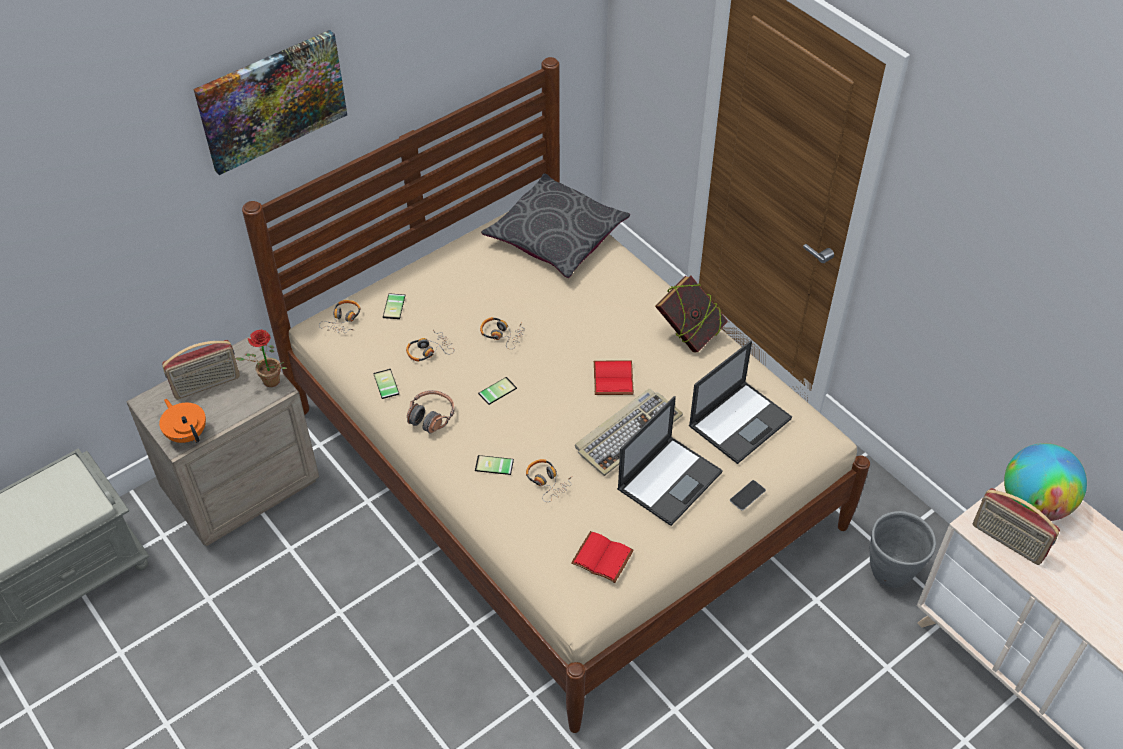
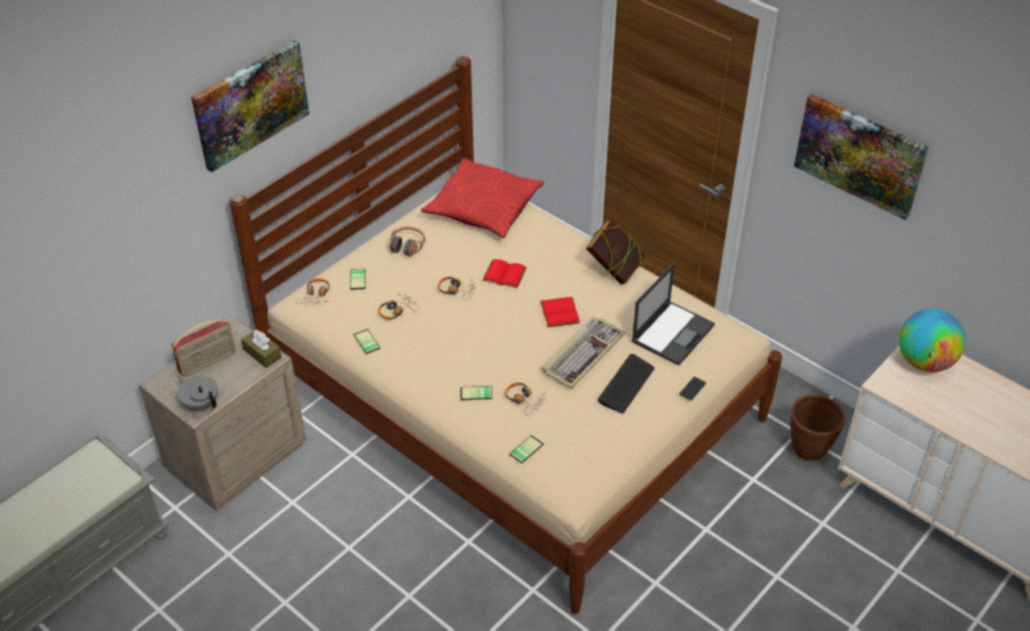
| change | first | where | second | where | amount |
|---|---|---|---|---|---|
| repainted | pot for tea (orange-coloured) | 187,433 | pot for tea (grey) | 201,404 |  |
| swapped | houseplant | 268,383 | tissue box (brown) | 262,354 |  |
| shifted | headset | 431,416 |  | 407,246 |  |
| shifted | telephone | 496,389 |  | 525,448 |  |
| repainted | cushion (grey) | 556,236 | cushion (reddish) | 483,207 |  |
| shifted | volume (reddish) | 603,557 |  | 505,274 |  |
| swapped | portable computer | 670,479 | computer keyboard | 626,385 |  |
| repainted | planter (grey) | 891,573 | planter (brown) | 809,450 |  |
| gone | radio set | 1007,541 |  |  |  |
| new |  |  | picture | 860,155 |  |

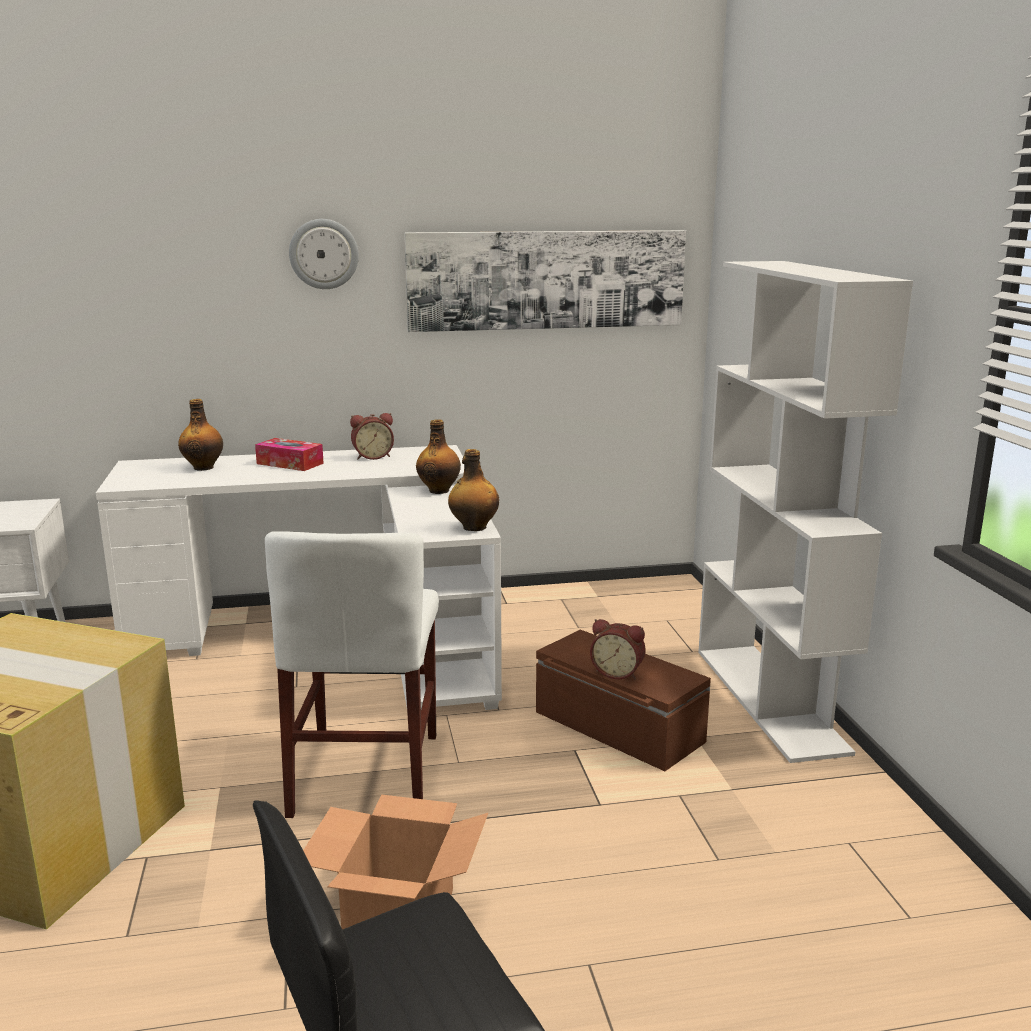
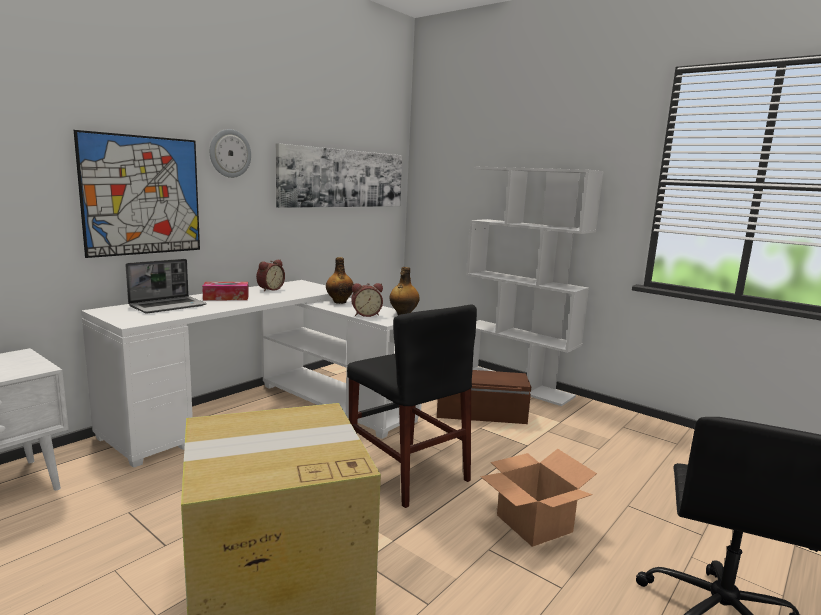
| change | first | where | second | where | amount |
|---|---|---|---|---|---|
| swapped | drink bottle | 203,467 | portable computer | 168,306 |  |
| repainted | plain chair (white) | 366,773 | plain chair (black-coloured) | 407,471 |  |
| shifted | table clock | 617,672 |  | 366,314 |  |
| new |  |  | picture | 142,195 |  |

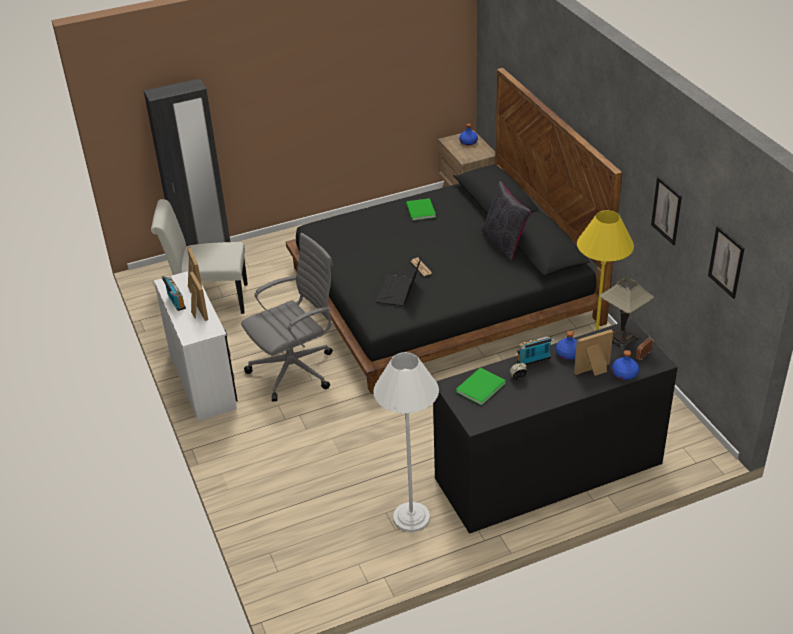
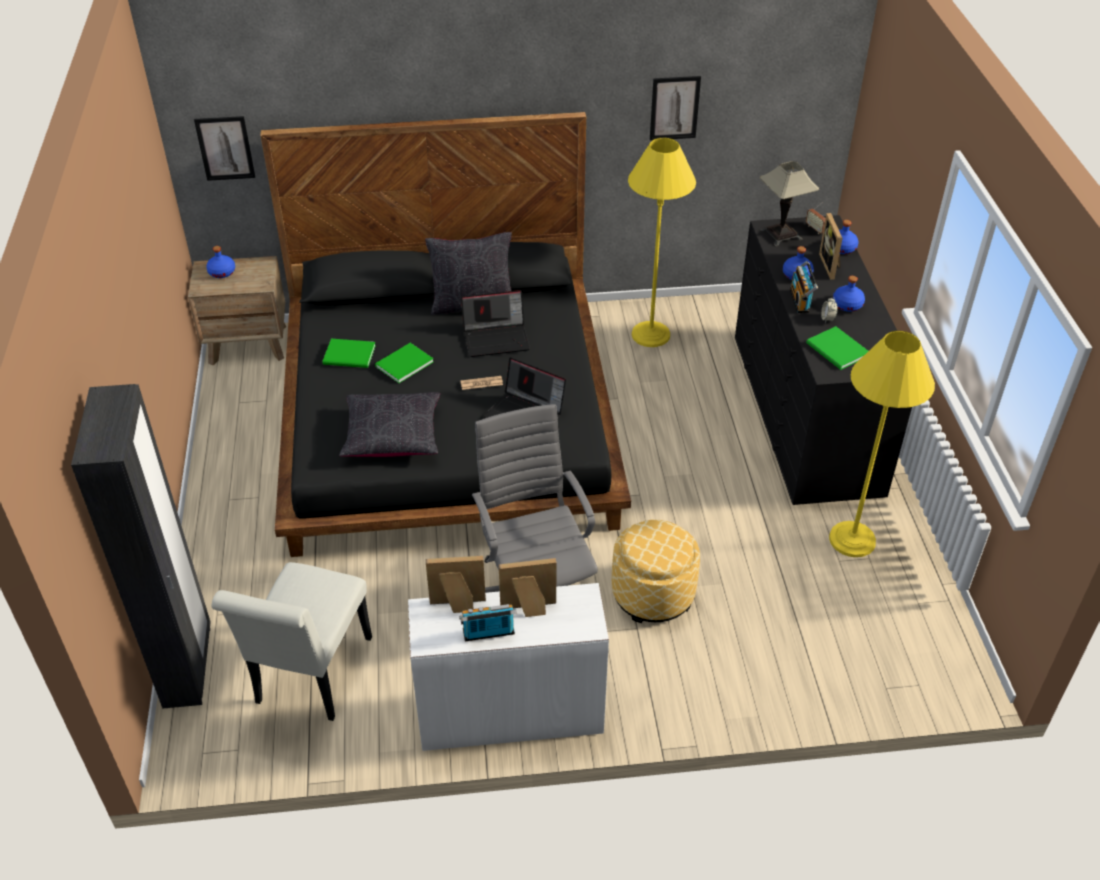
| change | first | where | second | where | amount |
|---|---|---|---|---|---|
| repainted | standing lamp (white) | 411,517 | standing lamp (yellow-coloured) | 852,539 |  |
| shifted | picture | 726,262 |  | 225,148 |  |
| new |  |  | cushion (black-coloured) | 392,436 |  |
| new |  |  | volume (greenish) | 402,364 |  |
| new |  |  | portable computer | 497,338 |  |
| new |  |  | ottoman | 653,593 |  |
| new |  |  | drink bottle (blue) | 847,305 |  |

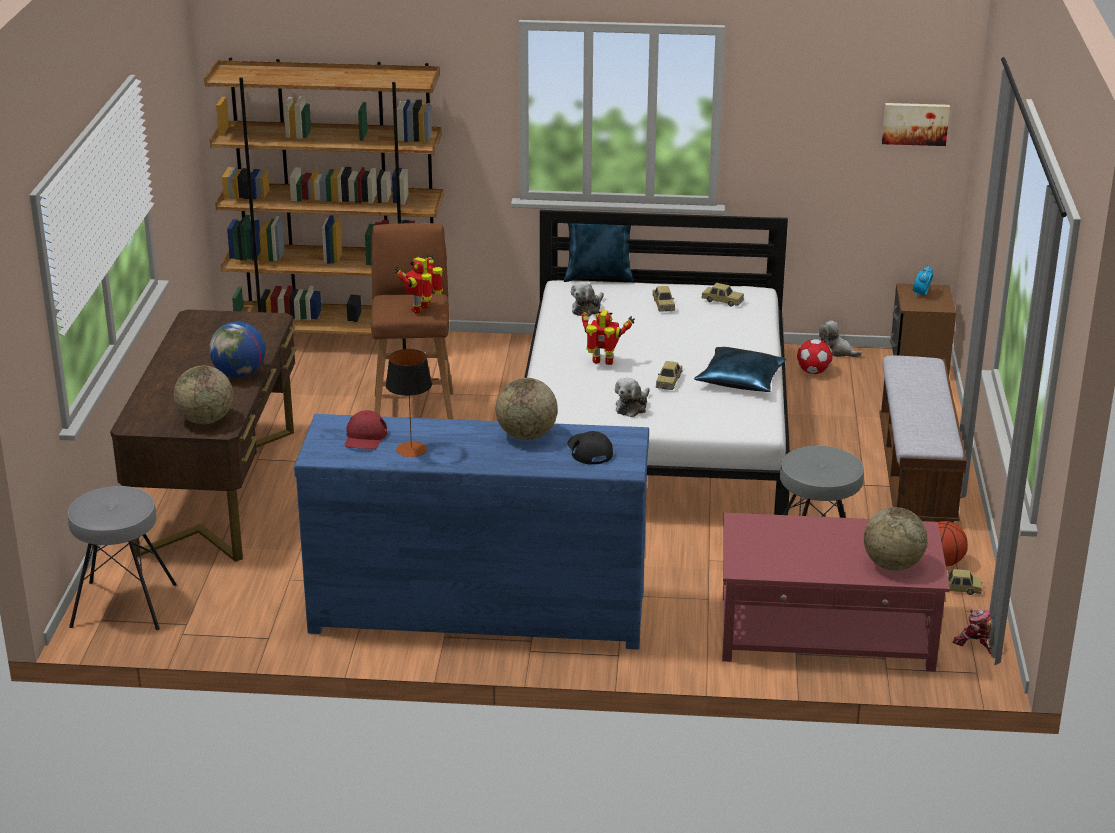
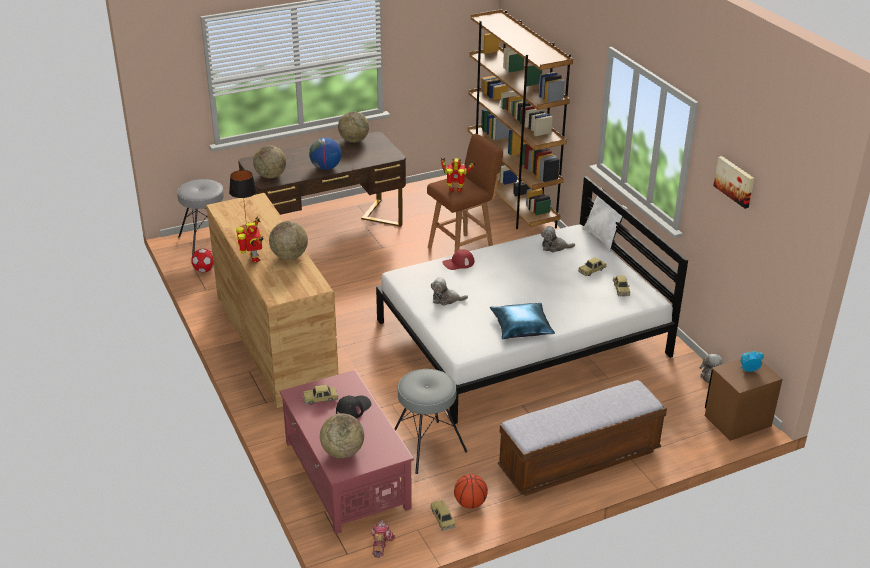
| change | first | where | second | where | amount |
|---|---|---|---|---|---|
| repainted | drawer chest (blue) | 477,610 | drawer chest (brown) | 275,341 |  |
| shifted | peaked cap (reddish) | 365,437 |  | 458,263 |  |
| repainted | cushion (blue) | 599,277 | cushion (white) | 603,238 |  |
| shifted | peaked cap (black-coloured) | 589,450 |  | 353,408 |  |
| shifted | robot figure | 603,363 |  | 253,259 |  |
| shifted | model car | 669,381 |  | 320,399 |  |
| shifted | ball for football | 813,372 |  | 204,270 |  |
| shifted | picture | 915,123 |  | 735,181 |  |
| new |  |  | world globe | 353,140 |  |

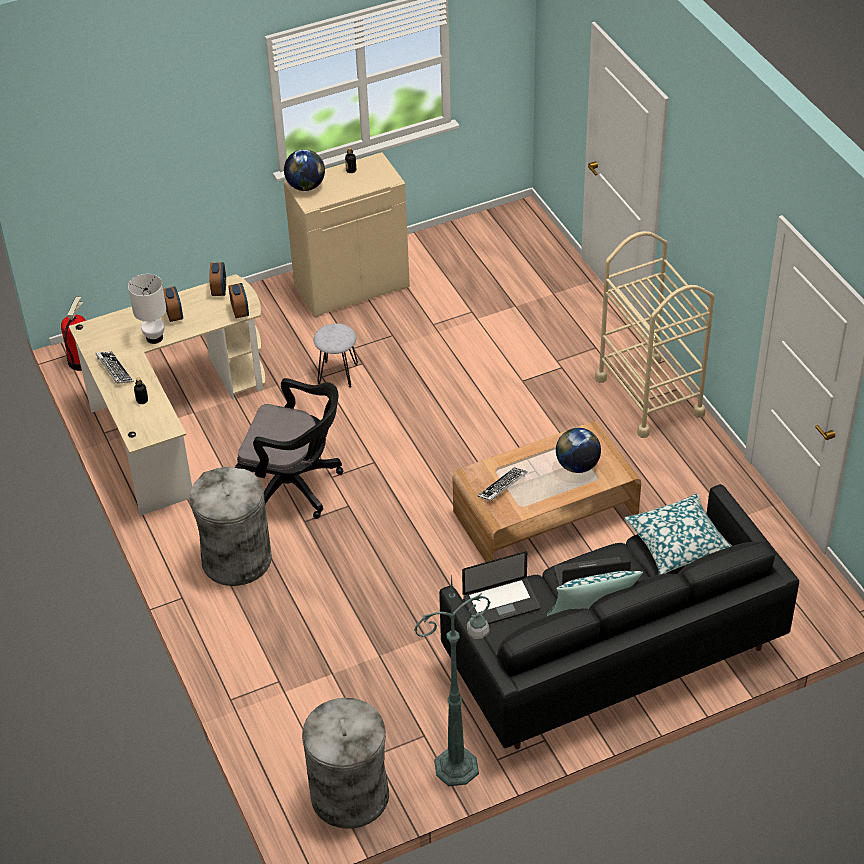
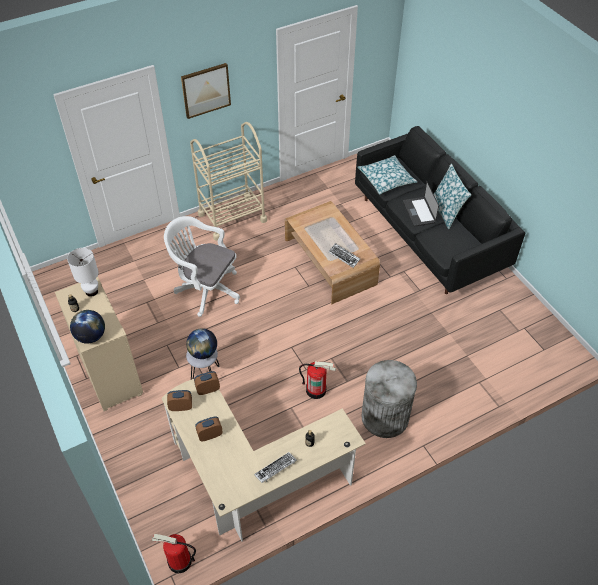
| change | first | where | second | where | amount |
|---|---|---|---|---|---|
| shifted | lamp for a table (white) | 154,338 |  | 92,291 |  |
| swapped | desk chair (black-coloured) | 295,486 | extinguisher | 316,390 |  |
| gone | waste bin (grey) | 350,795 |  |  |  |
| gone | standing lamp (greenish) | 459,766 |  |  |  |
| gone | portable computer | 501,603 |  |  |  |
| shifted | world globe | 577,466 |  | 203,352 |  |
| new |  |  | desk chair (white) | 205,289 |  |
| new |  |  | picture | 206,90 |  |

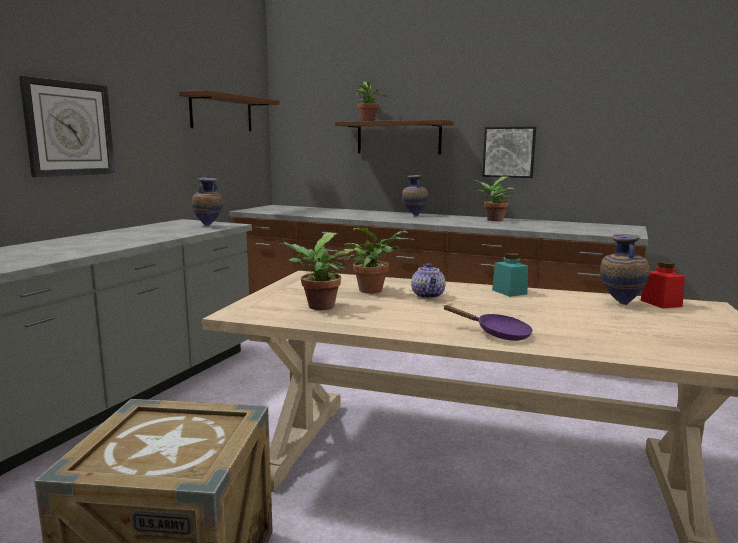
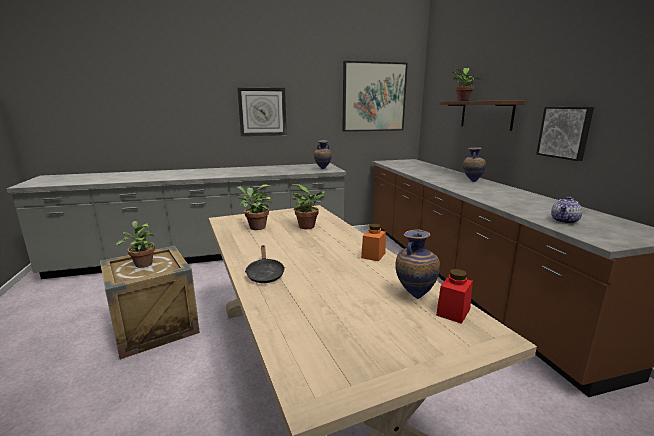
| change | first | where | second | where | amount |
|---|---|---|---|---|---|
| swapped | bracket shelf (brown) | 221,113 | picture | 374,97 |  |
| shifted | pot for tea | 428,296 |  | 565,221 |  |
| repainted | pan (purple-coloured) | 497,334 | pan (black-coloured) | 265,274 |  |
| shifted | houseplant | 493,220 |  | 142,264 |  |
| repainted | jar (turquoise) | 509,292 | jar (orange-coloured) | 373,255 |  |

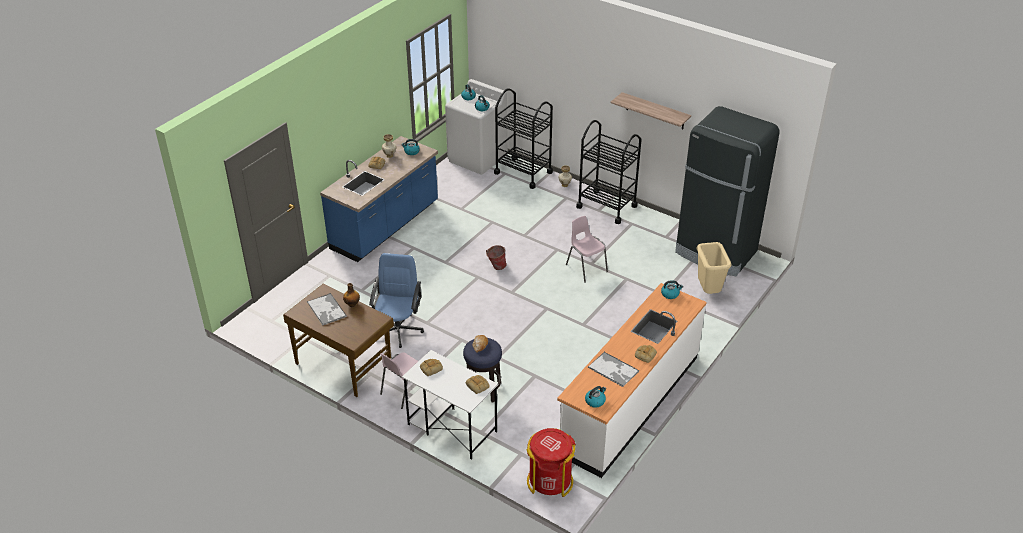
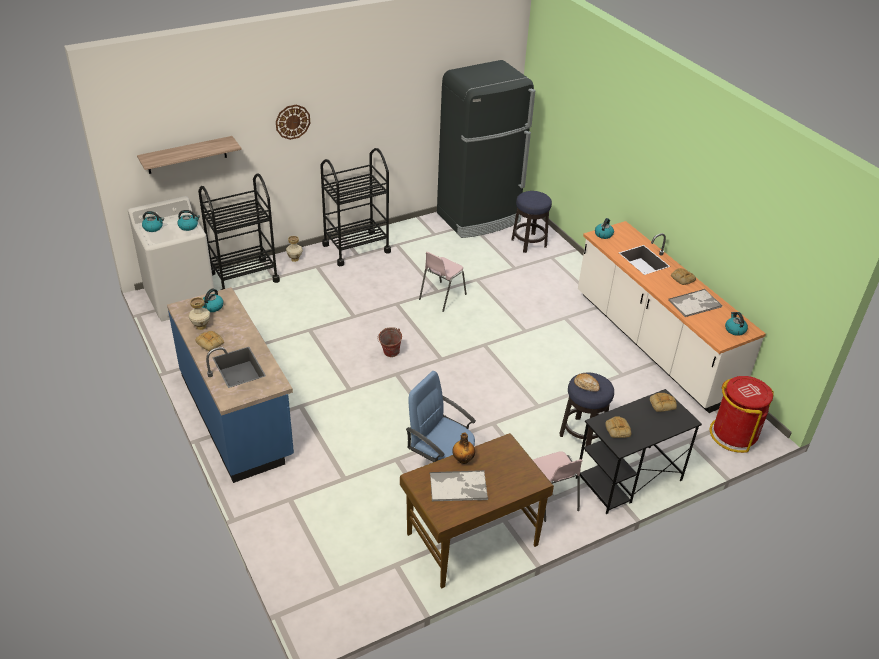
| change | first | where | second | where | amount |
|---|---|---|---|---|---|
| repainted | desk unit (white) | 451,427 | desk unit (black-coloured) | 628,479 |  |
| rotated | plain chair (pink-coloured) | 586,268 |  | 441,297 | 45 degrees counterclockwise |
| shifted | bracket shelf | 655,111 |  | 187,155 |  |
| swapped | waste bin (sand-coloured) | 708,291 | stool | 529,243 |  |
| new |  |  | wall clock | 292,121 |  |

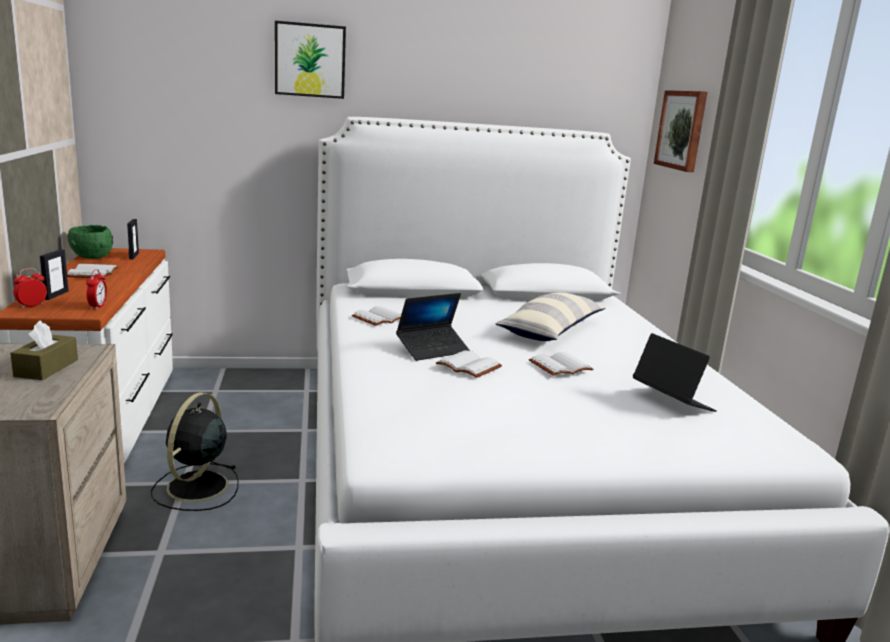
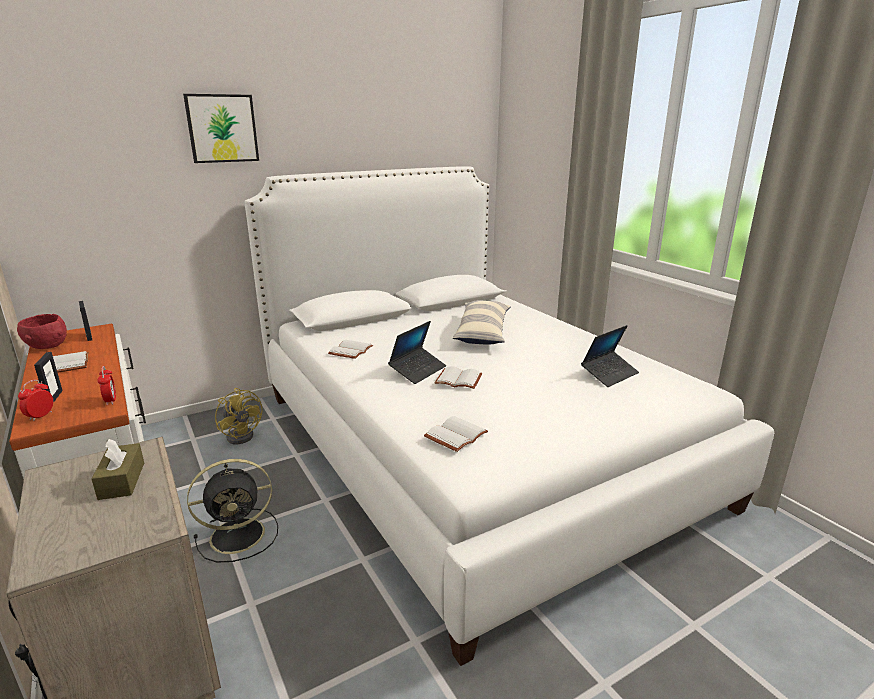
| change | first | where | second | where | amount |
|---|---|---|---|---|---|
| repainted | bowl (greenish) | 92,257 | bowl (reddish) | 47,346 |  |
| rotated | fan (black-coloured) | 196,488 |  | 240,534 | 105 degrees counterclockwise |
| shifted | volume (white) | 560,366 |  | 455,434 |  |
| rotated | portable computer | 672,401 |  | 609,374 | 105 degrees clockwise |
| gone | picture | 682,130 |  |  |  |
| new |  |  | fan (yellow-coloured) | 243,434 |  |

